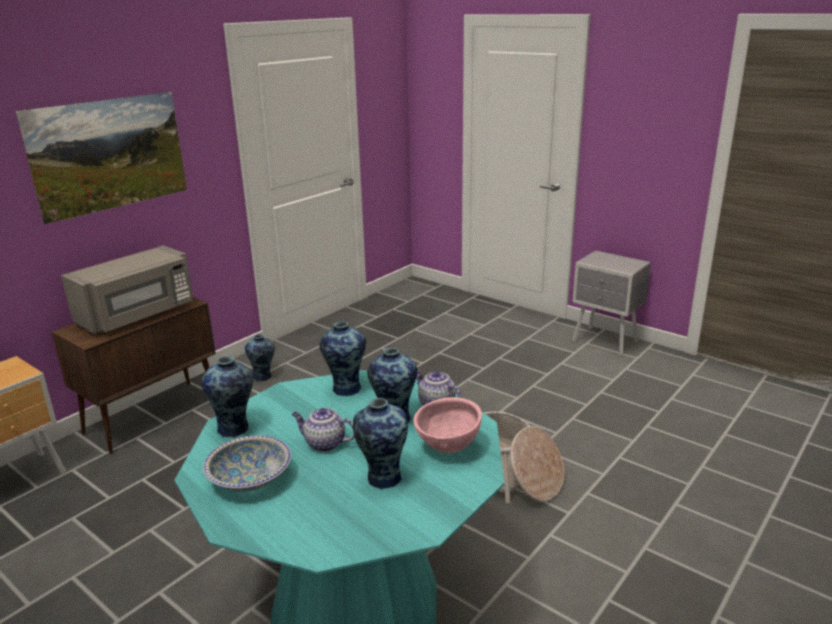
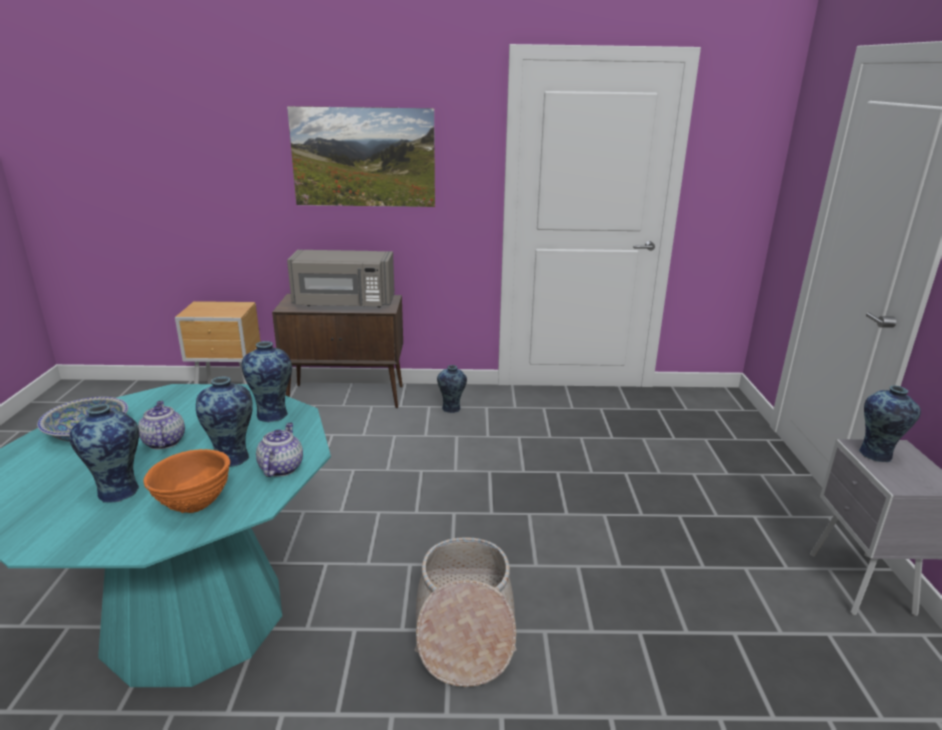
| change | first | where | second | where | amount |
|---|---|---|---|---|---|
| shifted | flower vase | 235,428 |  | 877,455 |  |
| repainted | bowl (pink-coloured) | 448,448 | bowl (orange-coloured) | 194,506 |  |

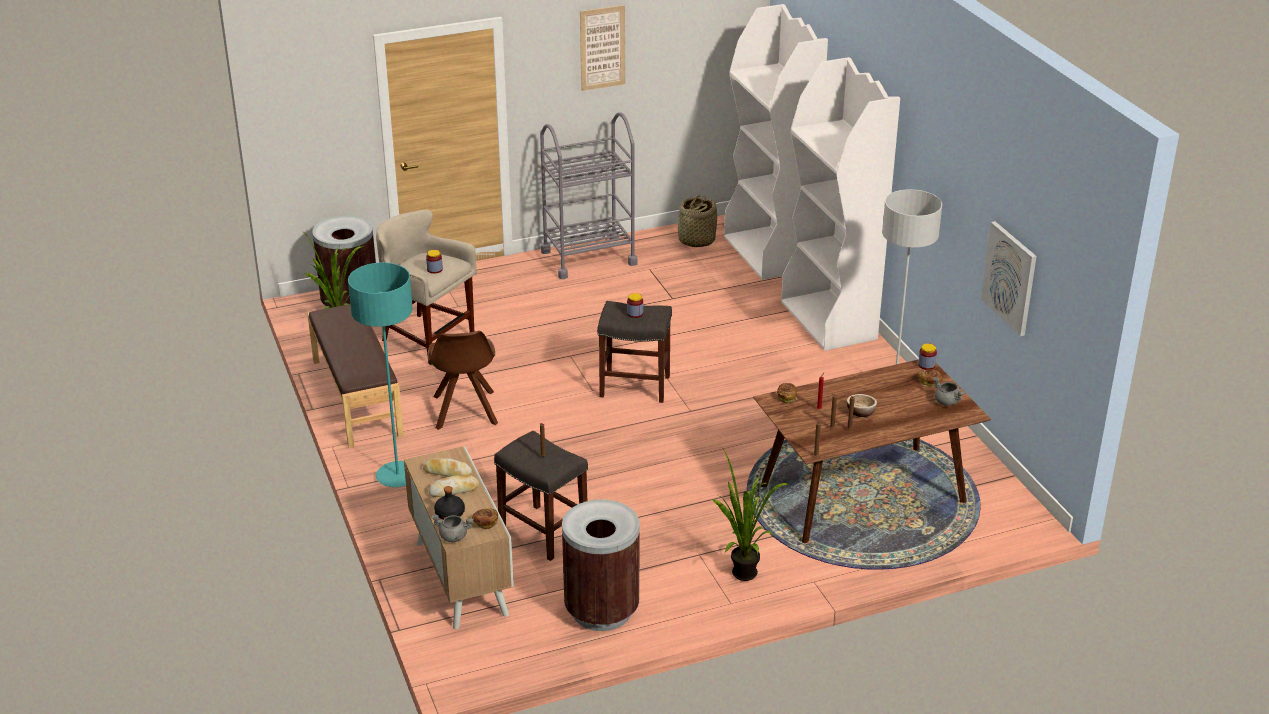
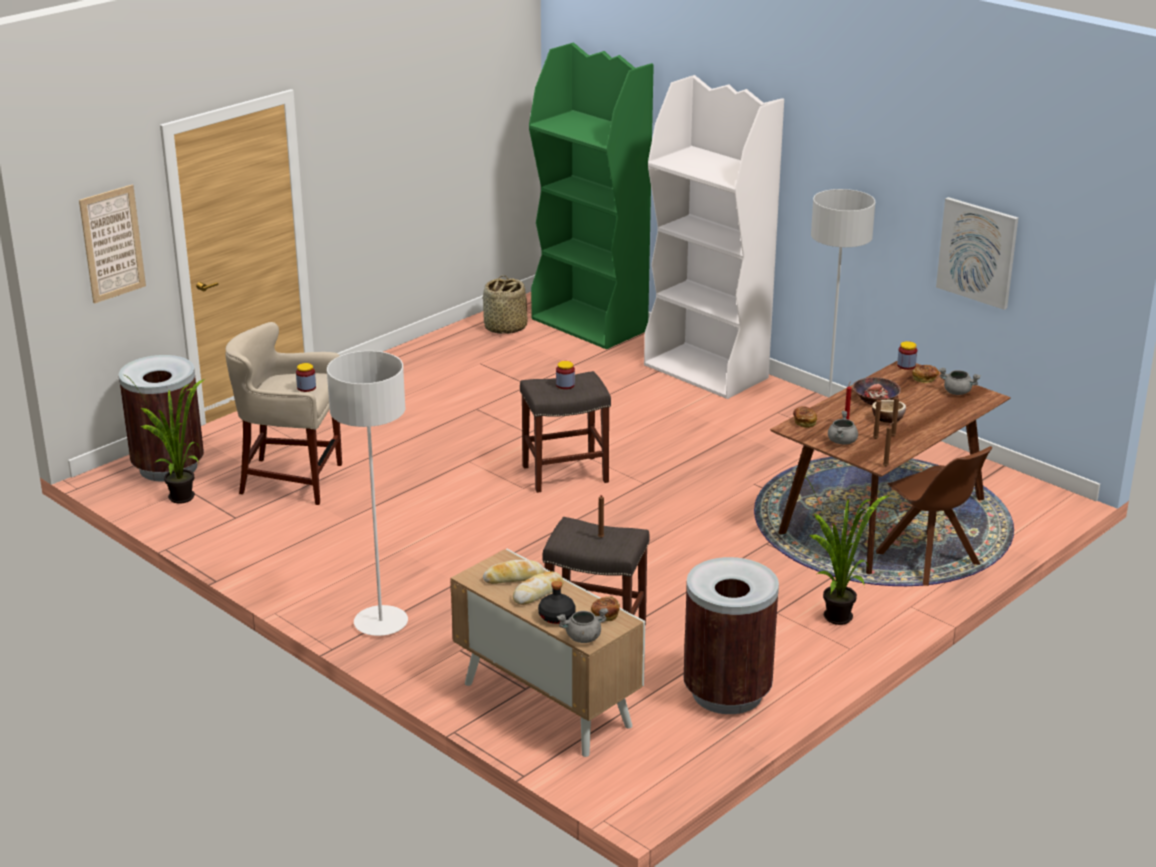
| change | first | where | second | where | amount |
|---|---|---|---|---|---|
| gone | bench (brown) | 356,398 |  |  |  |
| repainted | standing lamp (turquoise) | 398,476 | standing lamp (white) | 381,623 |  |
| shifted | plain chair (brown) | 465,411 |  | 929,560 |  |
| gone | wheeled cart (grey) | 588,257 |  |  |  |
| shifted | picture | 602,48 |  | 112,243 |  |
| repainted | bookshelf (white) | 768,253 | bookshelf (greenish) | 590,325 |  |
| new |  |  | stockpot (grey) | 842,442 |  |
| new |  |  | bowl | 875,397 |  |

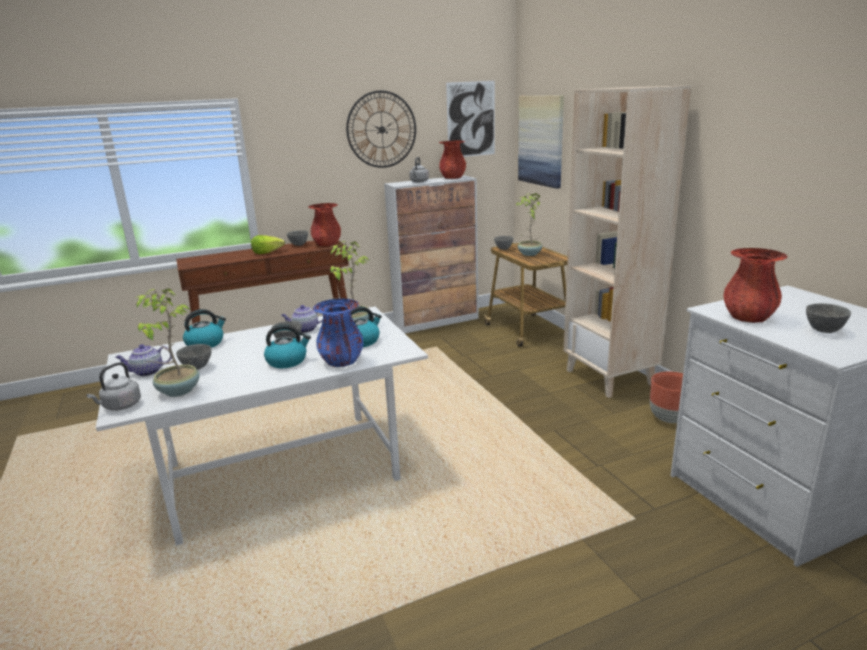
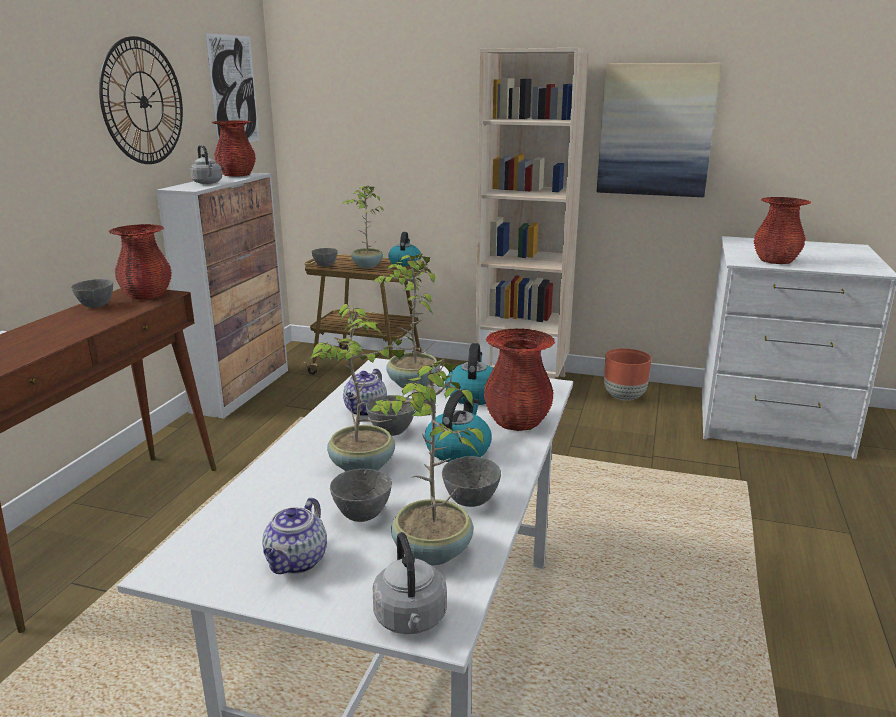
| change | first | where | second | where | amount |
|---|---|---|---|---|---|
| shifted | tea kettle | 205,343 |  | 404,262 |  |
| gone | lettuce head | 267,252 |  |  |  |
| repainted | flower vase (blue) | 341,361 | flower vase (reddish) | 517,422 |  |
| shifted | picture | 541,140 |  | 656,130 |  |
| shifted | bowl (grey) | 824,331 |  | 472,501 |  |
| new |  |  | houseplant | 363,466 |  |

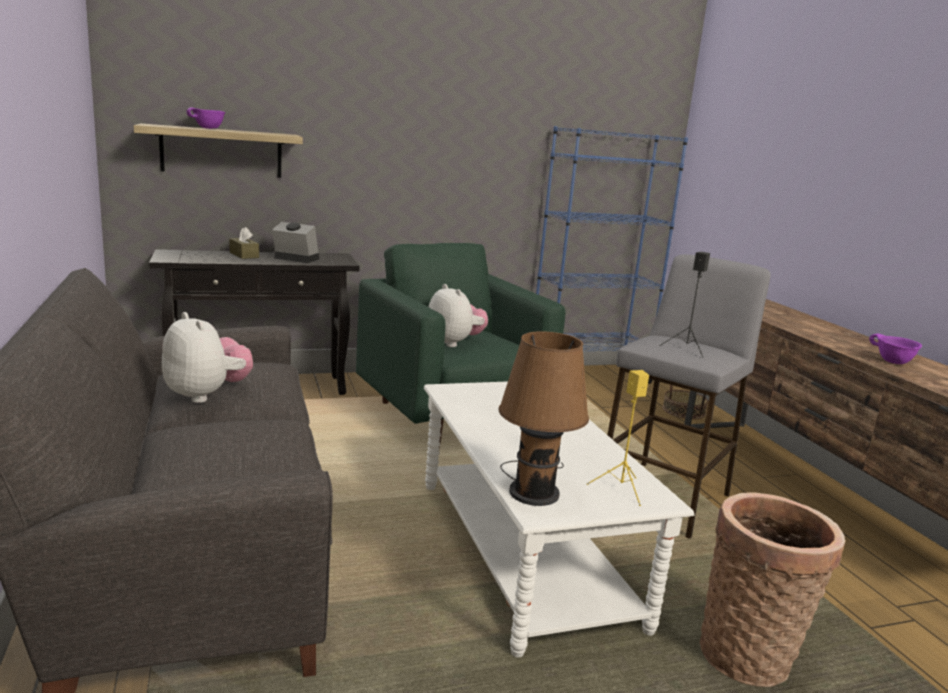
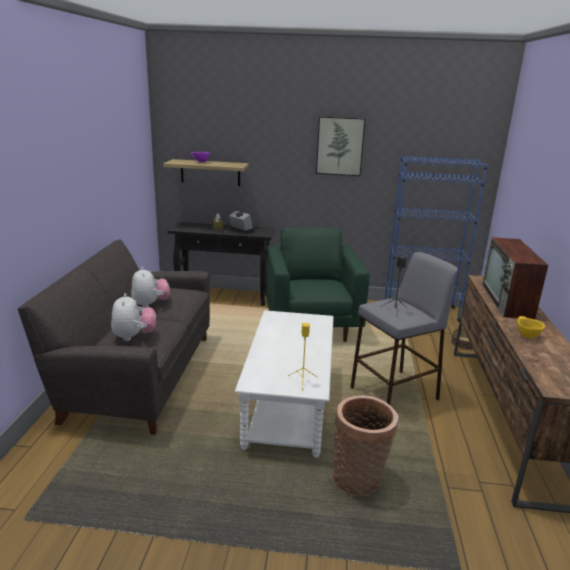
| change | first | where | second | where | amount |
|---|---|---|---|---|---|
| shifted | plush toy | 454,343 |  | 134,336 |  |
| gone | lamp for a table (brown) | 533,490 |  |  |  |
| repainted | bowl (purple-coloured) | 892,362 | bowl (yellow-coloured) | 527,336 |  |
| new |  |  | picture | 340,146 |  |
| new |  |  | TV set | 507,301 |  |

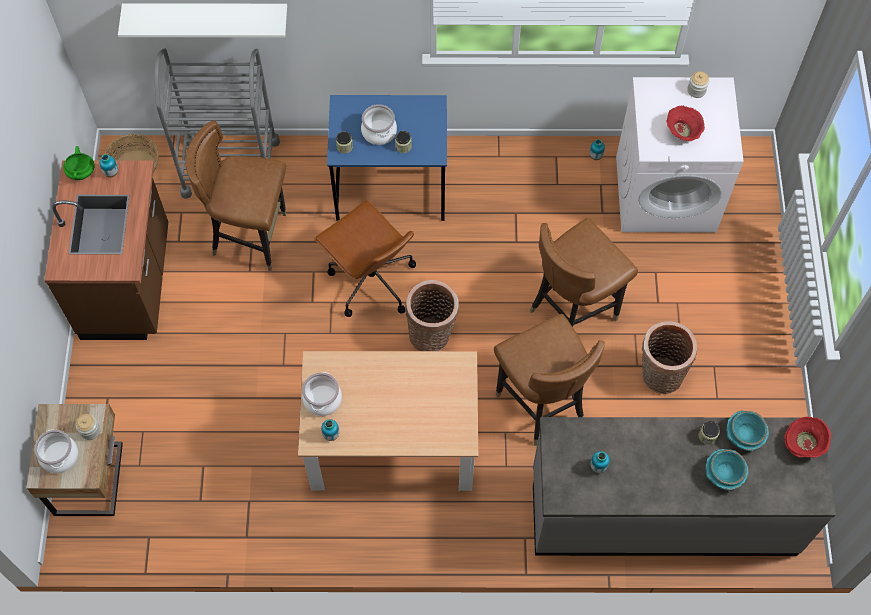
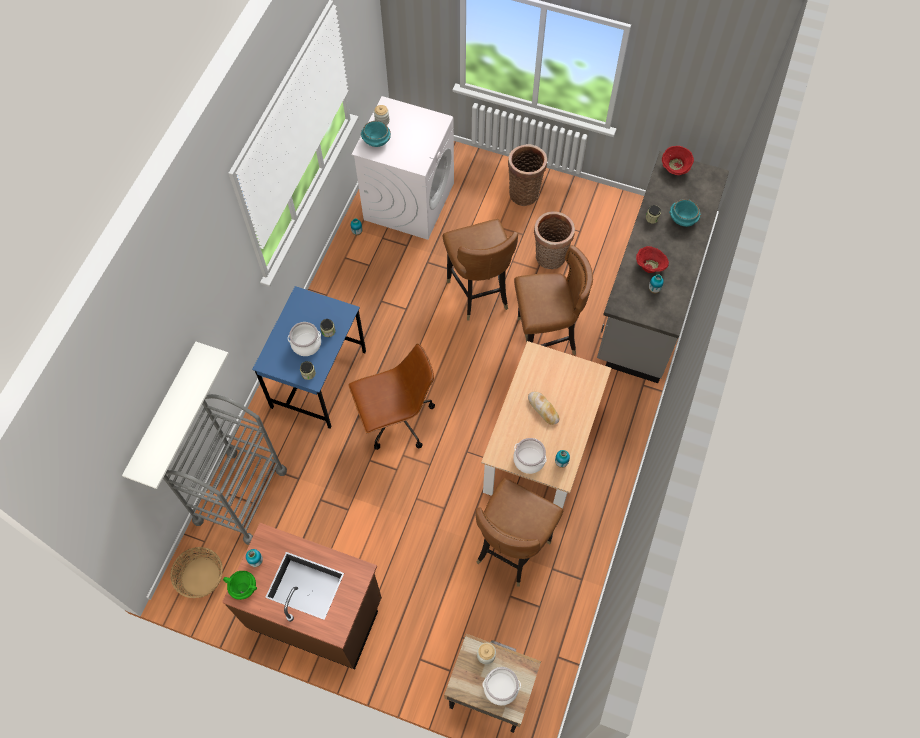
| change | first | where | second | where | amount |
|---|---|---|---|---|---|
| shifted | plain chair (brown) | 251,237 |  | 511,548 |  |
| shifted | basket | 432,335 |  | 524,192 |  |
| shifted | bowl (reddish) | 682,132 |  | 650,266 |  |
| shifted | bowl (turquoise) | 744,435 |  | 376,141 |  |
| new |  |  | baked bread | 543,409 |  |

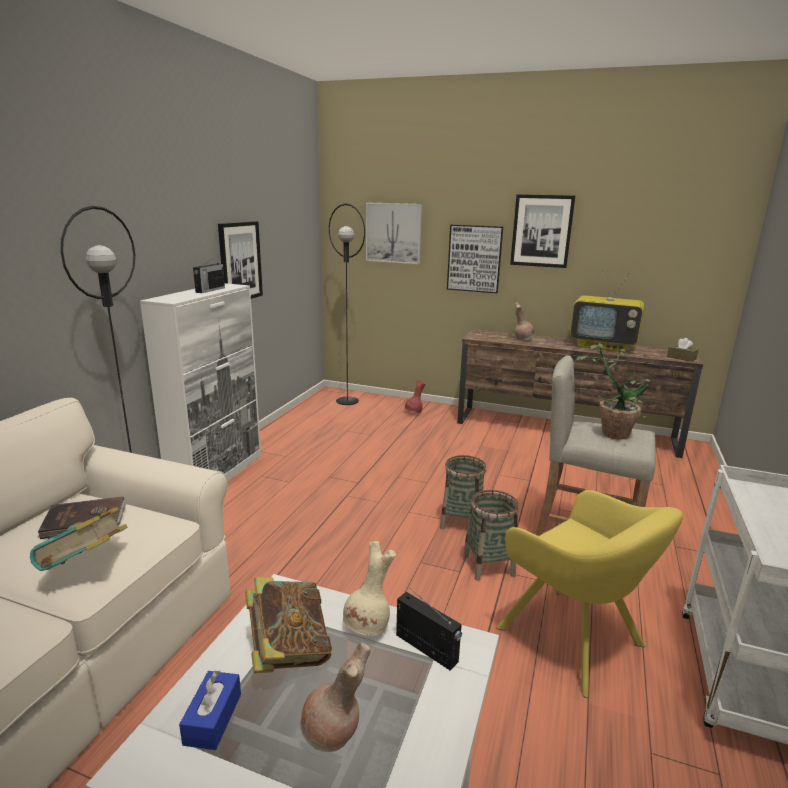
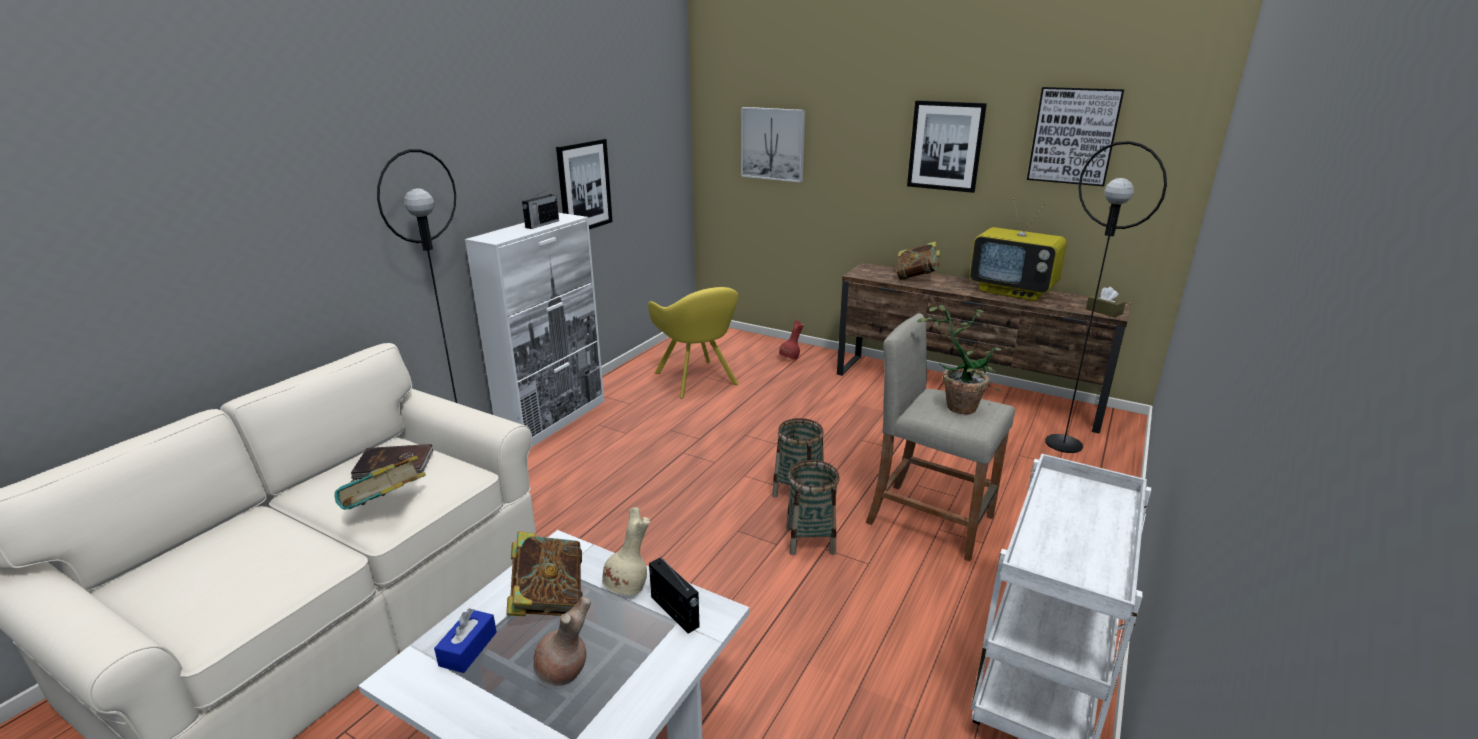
| change | first | where | second | where | amount |
|---|---|---|---|---|---|
| shifted | standing lamp (black-coloured) | 347,401 |  | 1064,443 |  |
| shifted | picture | 474,258 |  | 1073,136 |  |
| shifted | lounge chair (yellow-coloured) | 575,640 |  | 697,380 |  |
| swapped | flower vase (brown) | 522,339 | volume | 916,278 |  |

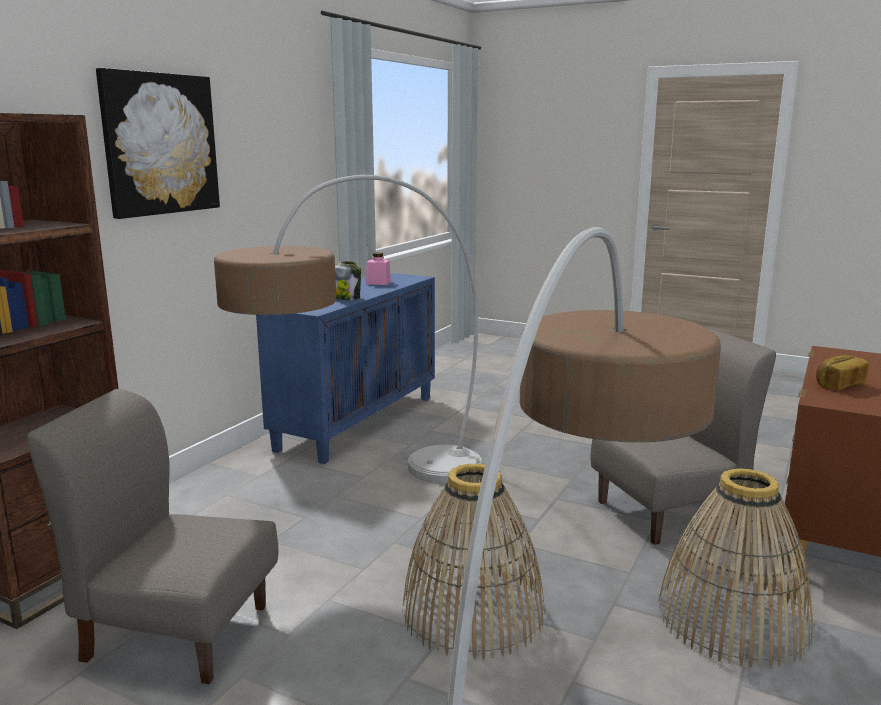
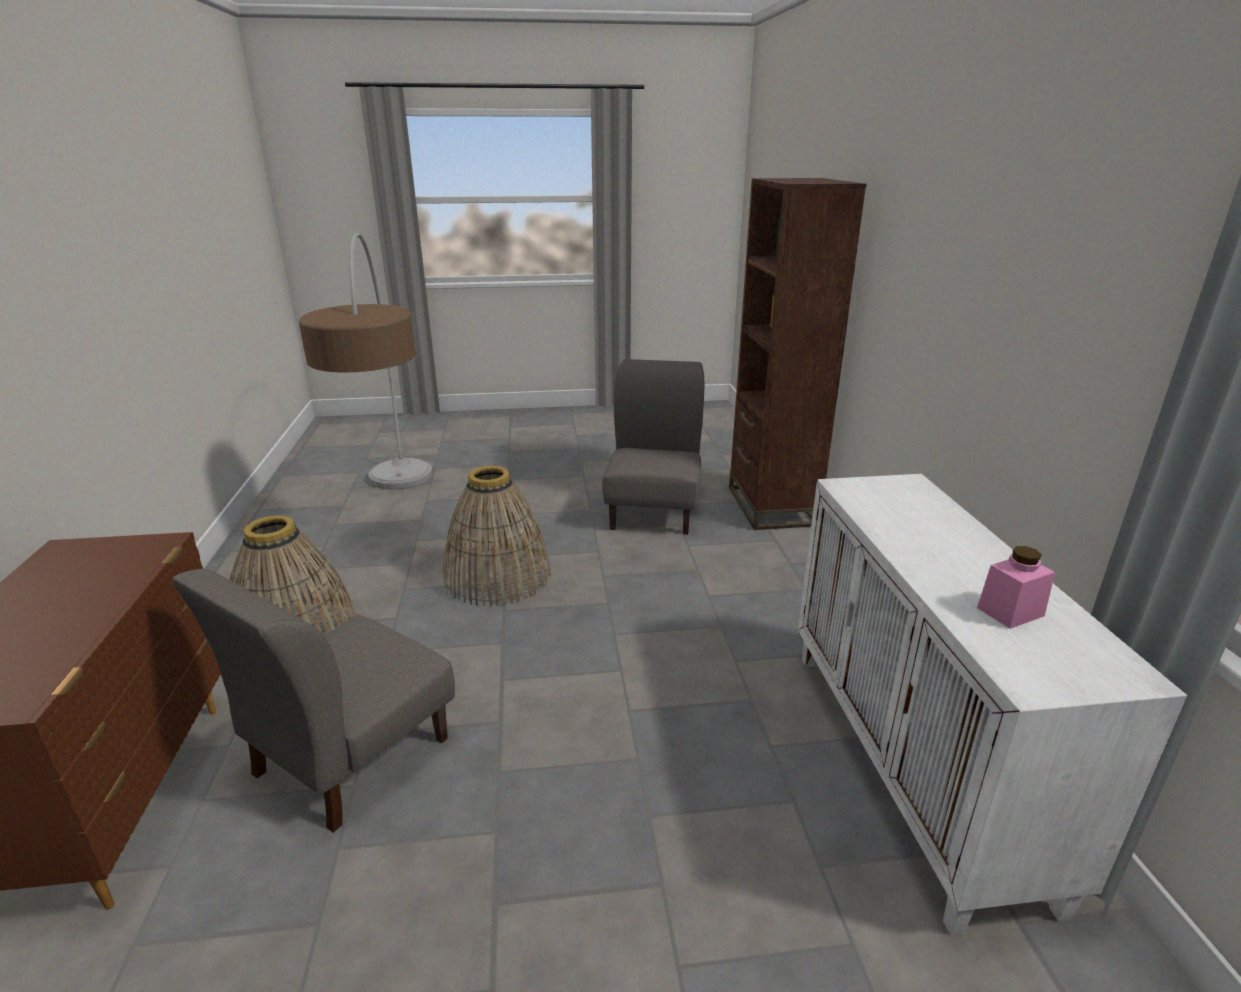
| change | first | where | second | where | amount |
|---|---|---|---|---|---|
| rotated | plain chair (grey) | 176,631 |  | 654,511 | 60 degrees counterclockwise |
| gone | picture | 160,144 |  |  |  |
| gone | standing lamp | 360,497 |  |  |  |
| repainted | cupboard (blue) | 357,422 | cupboard (white) | 913,766 |  |
| gone | jar | 347,298 |  |  |  |
| gone | baked bread | 838,385 |  |  |  |

